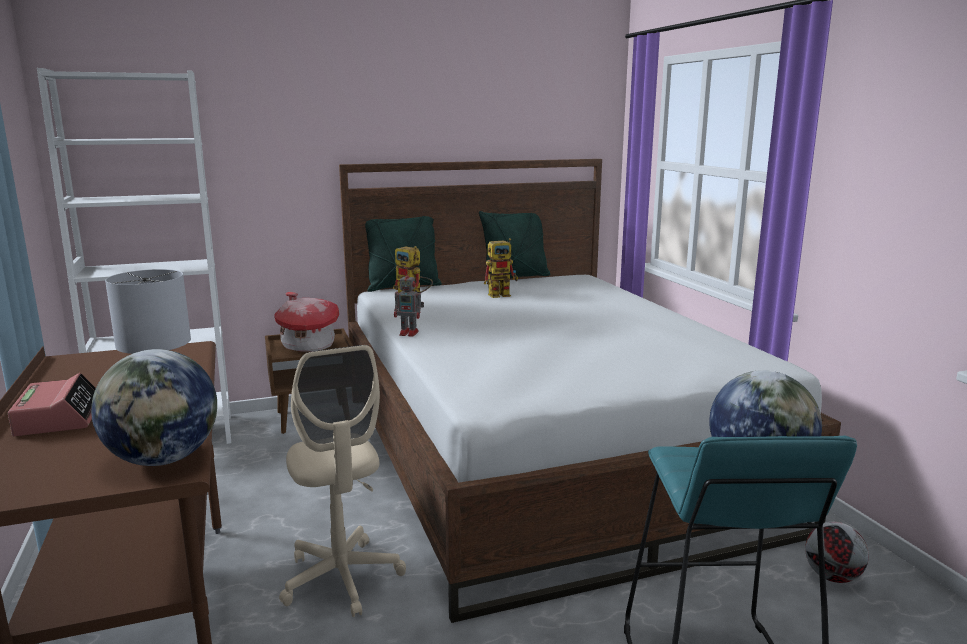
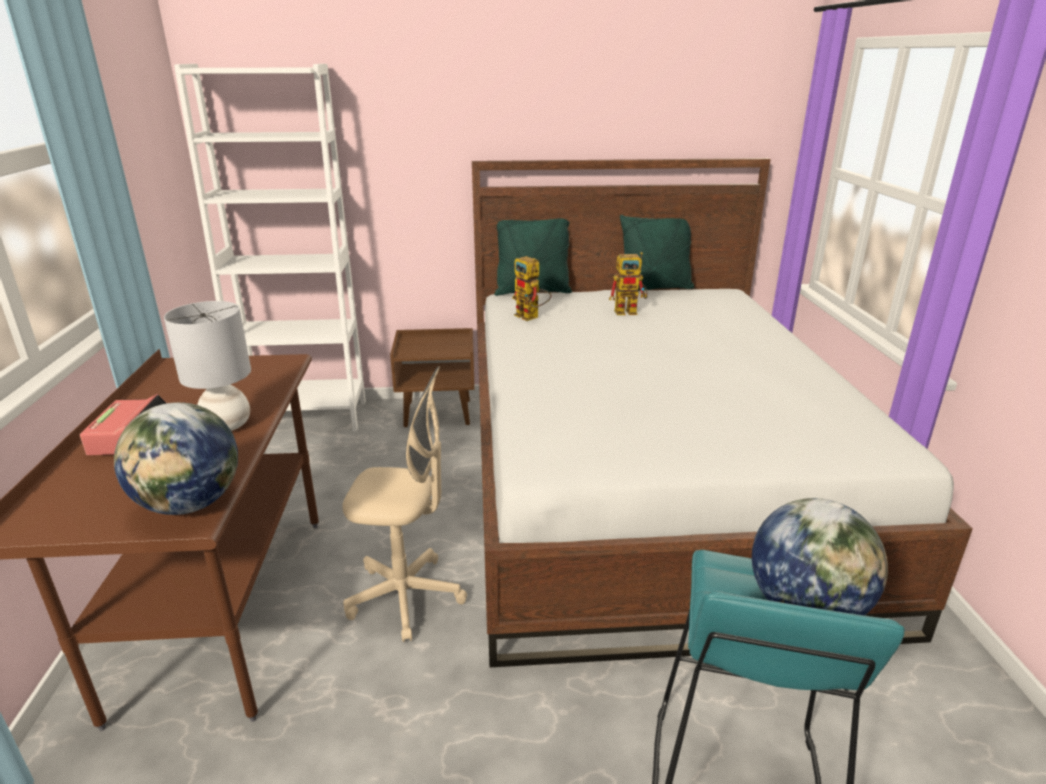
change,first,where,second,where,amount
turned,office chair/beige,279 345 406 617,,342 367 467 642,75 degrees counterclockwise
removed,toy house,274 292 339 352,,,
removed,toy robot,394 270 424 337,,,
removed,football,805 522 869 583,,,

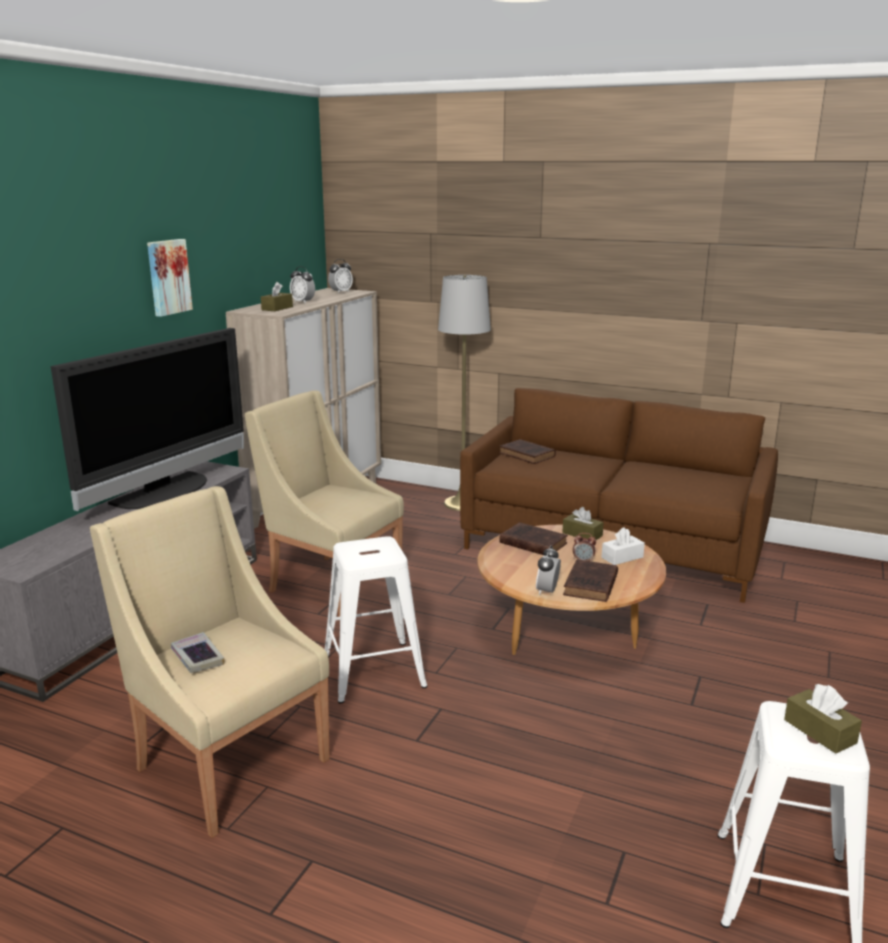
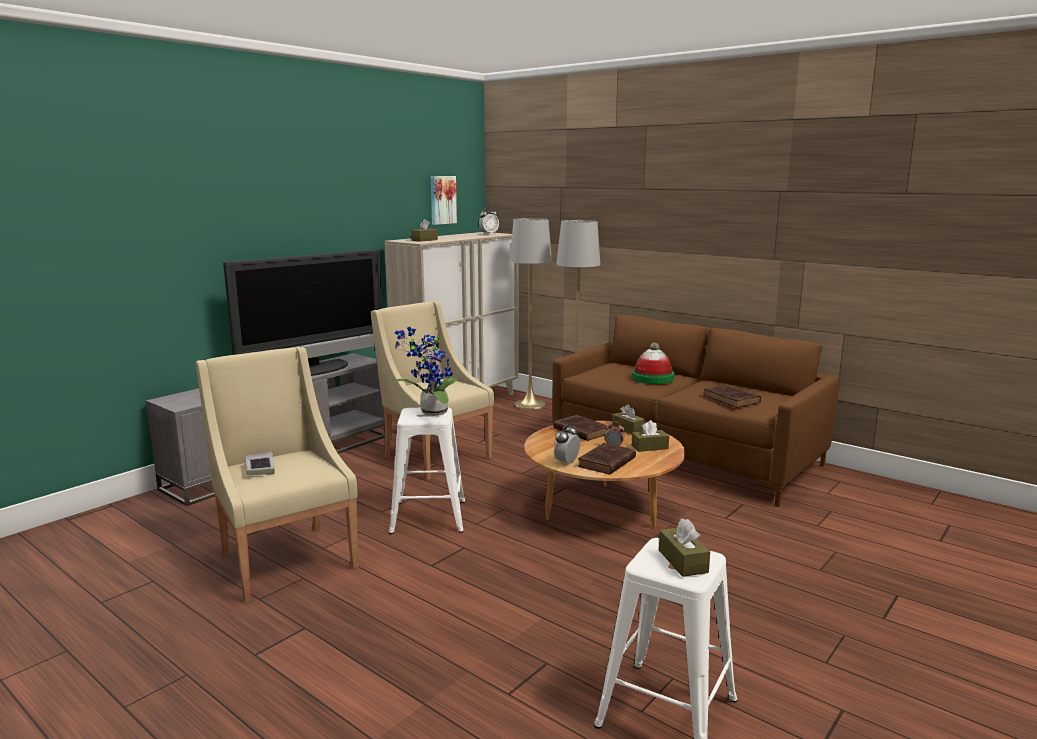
change,first,where,second,where,amount
added,,,potted plant,391 326 458 416,
moved,picture,147 239 193 317,,431 176 457 225,
added,,,floor lamp/grey,510 218 552 410,
added,,,hat,632 342 674 384,
recoloured,tissue box/white,601 527 645 565,tissue box/brown,632 420 669 452,
moved,book/brown,499 439 556 464,,704 385 761 408,
removed,alarm clock,290 266 315 304,,,

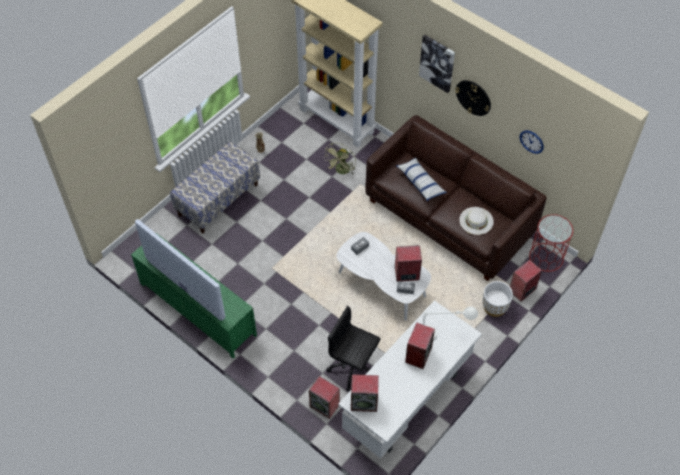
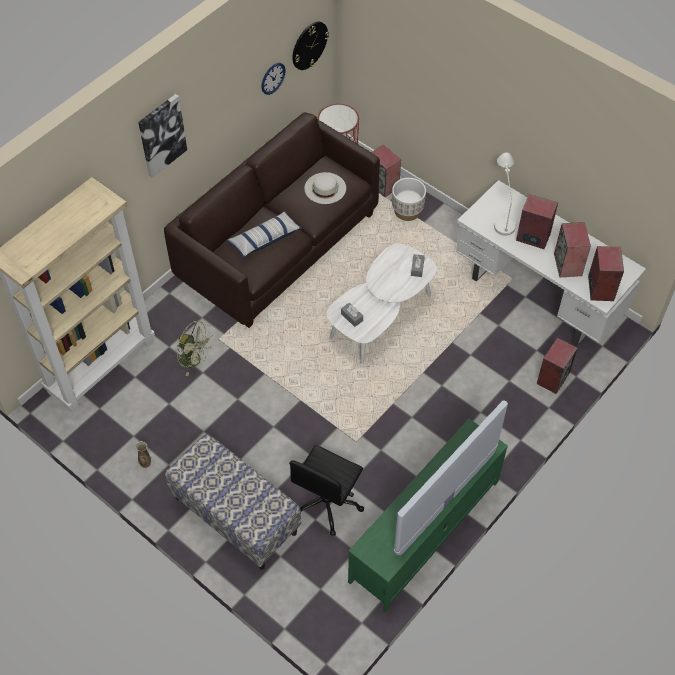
change,first,where,second,where,amount
moved,office chair/black,327 306 380 391,,289 445 364 536,
moved,wall clock,455 80 491 116,,292 22 329 70,
moved,speaker,395 245 422 282,,554 222 591 278,

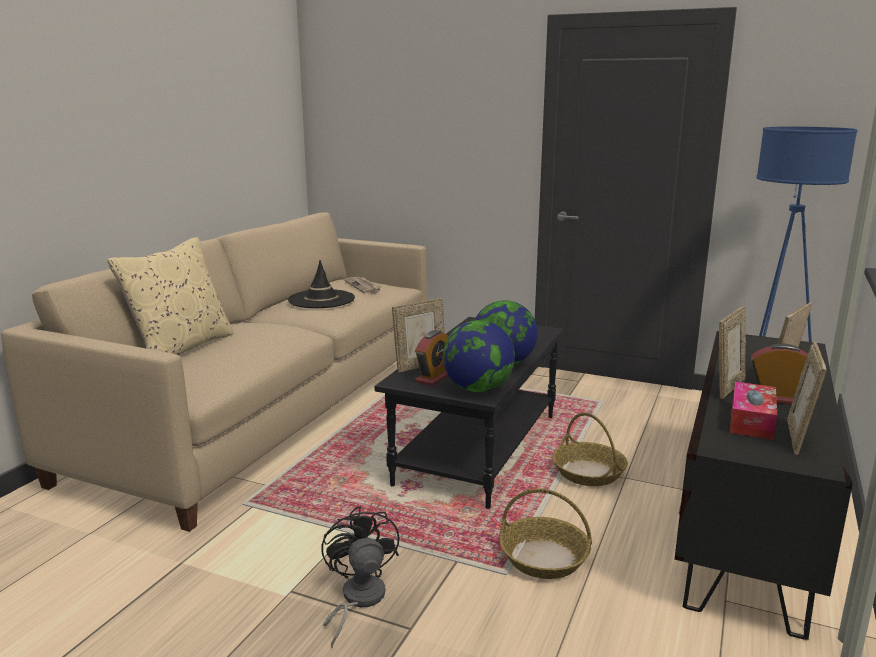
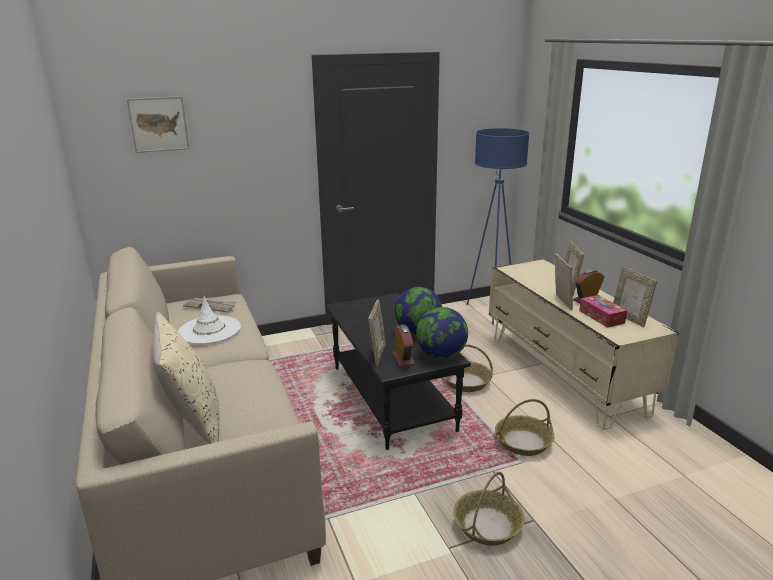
change,first,where,second,where,amount
added,,,picture,127 96 189 153,
recoloured,hat/black,288 260 355 308,hat/white,178 296 241 344,
replaced,fan/black,322 506 400 647,basket,454 472 525 546,
recoloured,tv stand/black,675 331 853 640,tv stand/beige,489 259 679 430,

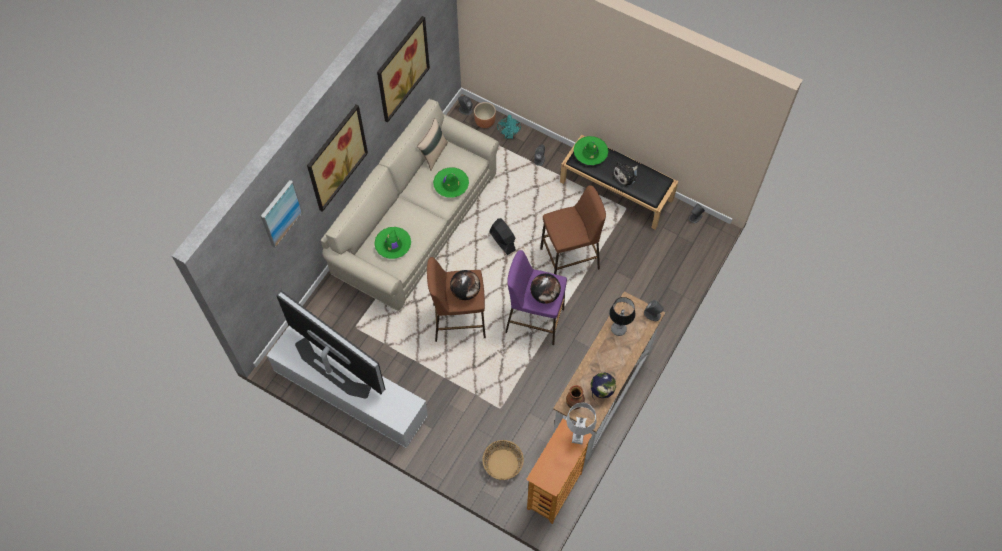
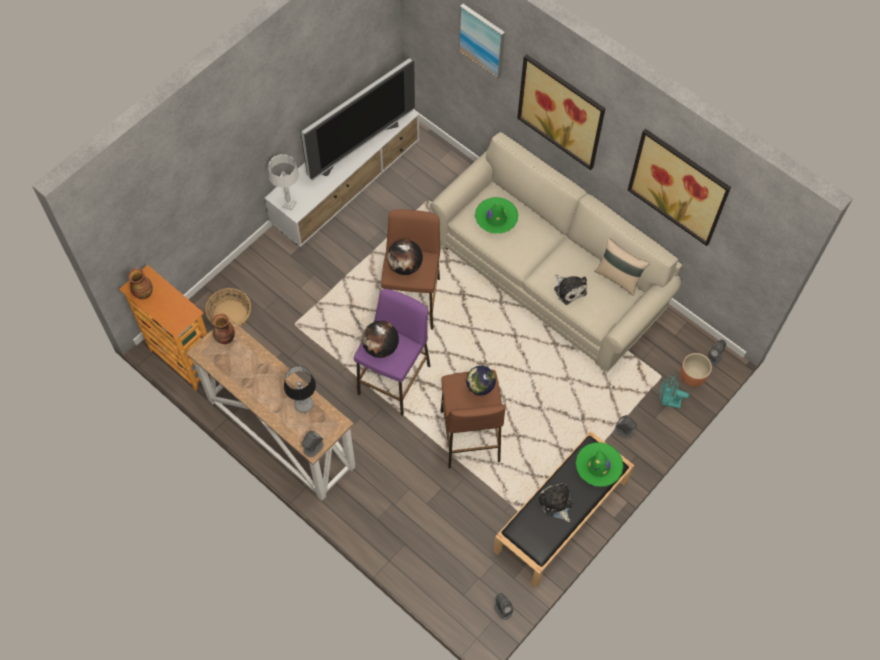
change,first,where,second,where,amount
added,,,vase,128 269 153 299,
moved,table lamp/grey,566 402 597 444,,268 154 299 211,
moved,globe,590 373 616 400,,466 365 496 397,
replaced,hat/green,433 167 469 198,plush toy,554 275 587 305,
removed,fan/black,490 218 516 255,,,

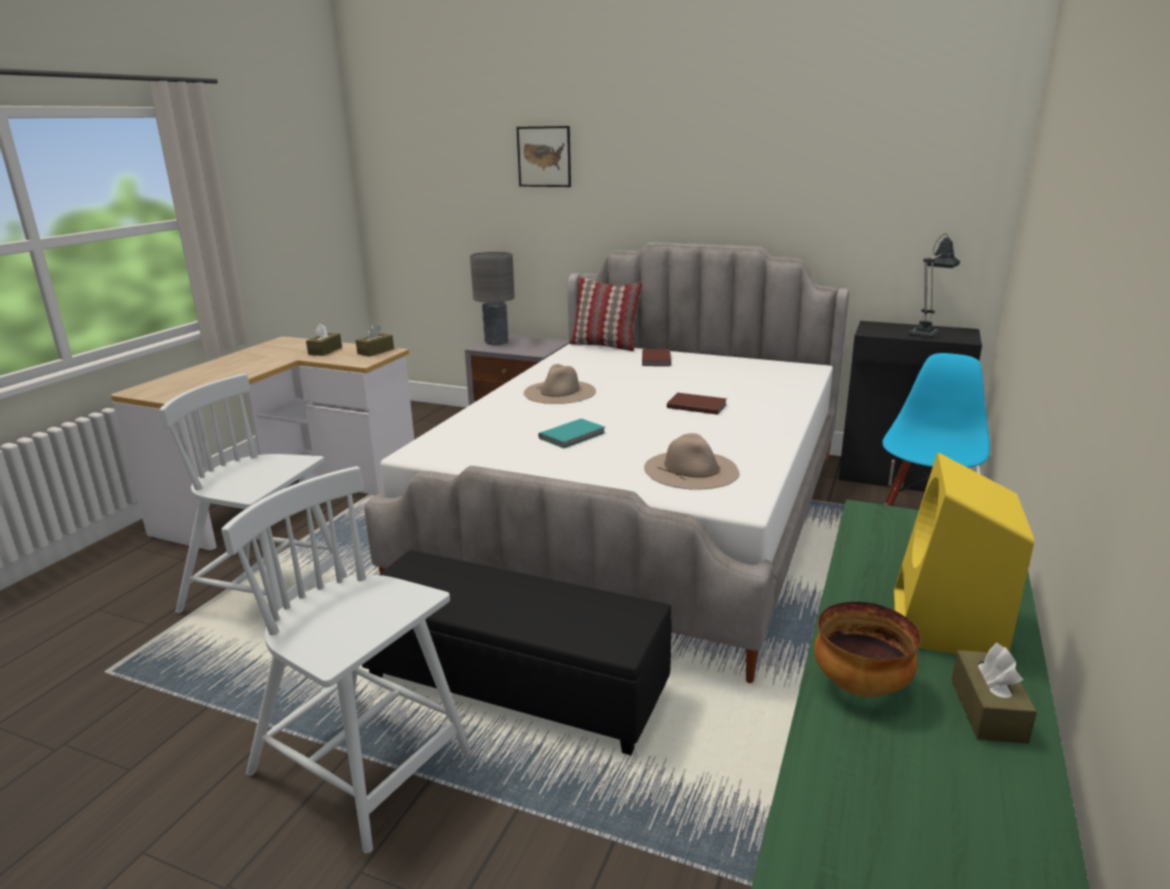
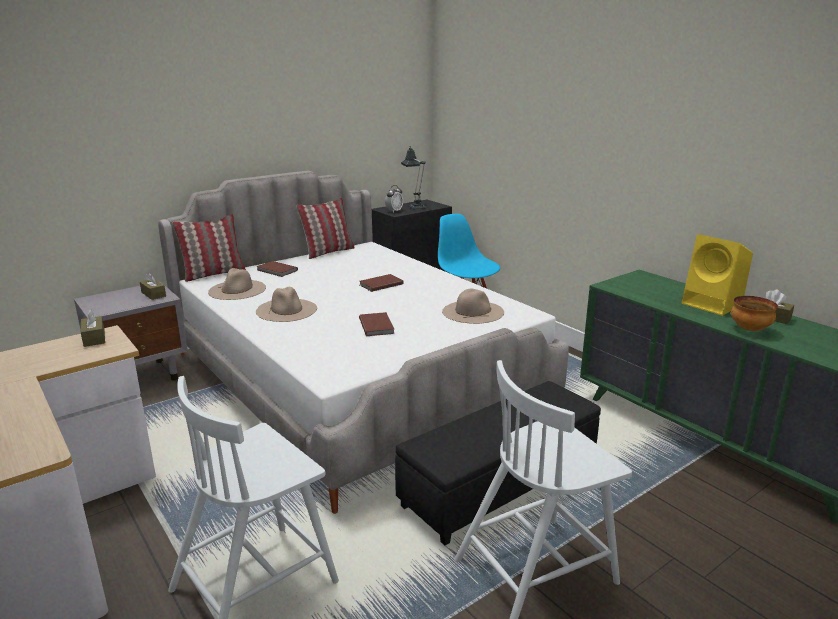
change,first,where,second,where,amount
moved,tissue box/brown,306 323 342 356,,140 273 166 300,
added,,,hat/beige,208 268 266 300,
added,,,pillow,296 197 355 259,
recoloured,book/turquoise,538 418 605 449,book/brown,359 312 395 336,
added,,,alarm clock,385 185 403 213,
removed,table lamp/grey,470 252 515 345,,,
removed,picture,516 126 571 187,,,

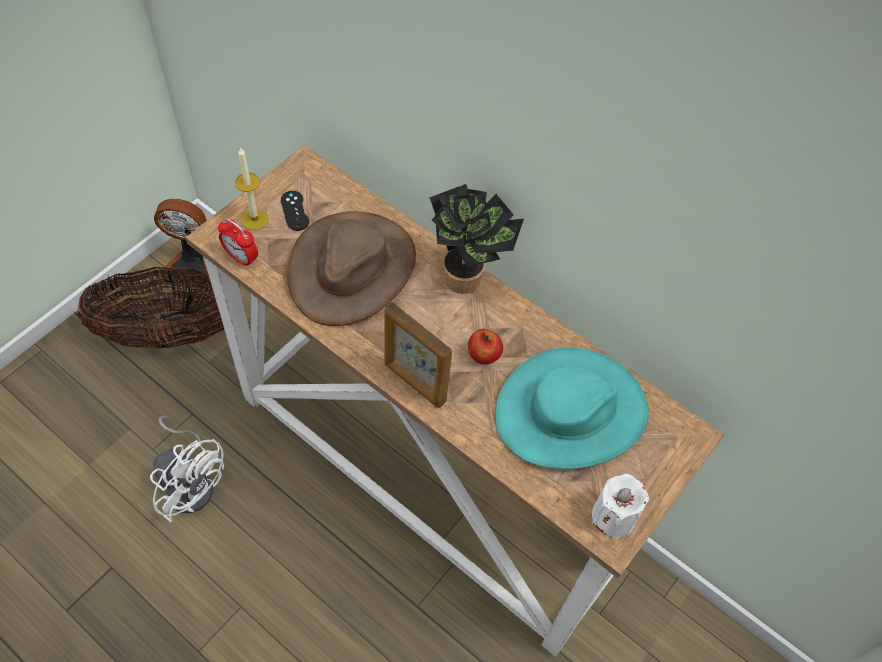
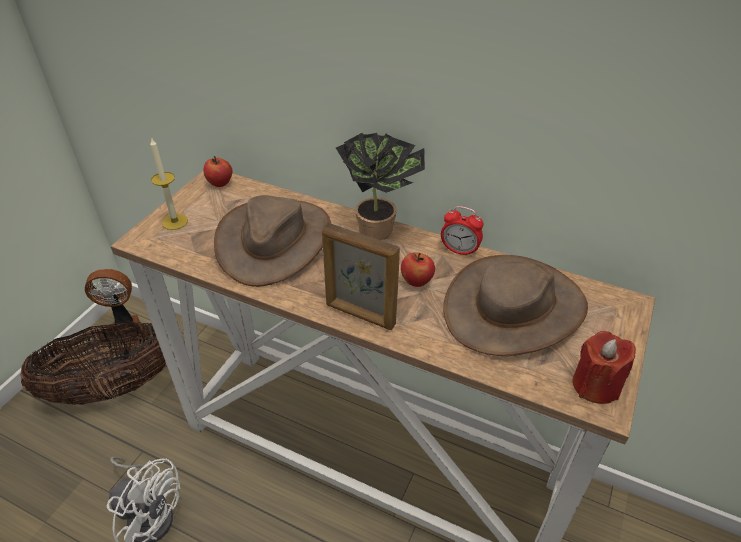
change,first,where,second,where,amount
added,,,apple,203 156 232 187,
moved,alarm clock,218 218 258 268,,441 206 484 257,
recoloured,hat/turquoise,495 347 649 469,hat/brown,443 255 588 356,
recoloured,candle/white,592 474 649 538,candle/red,572 331 636 404,
removed,game controller/black,281 191 309 231,,,

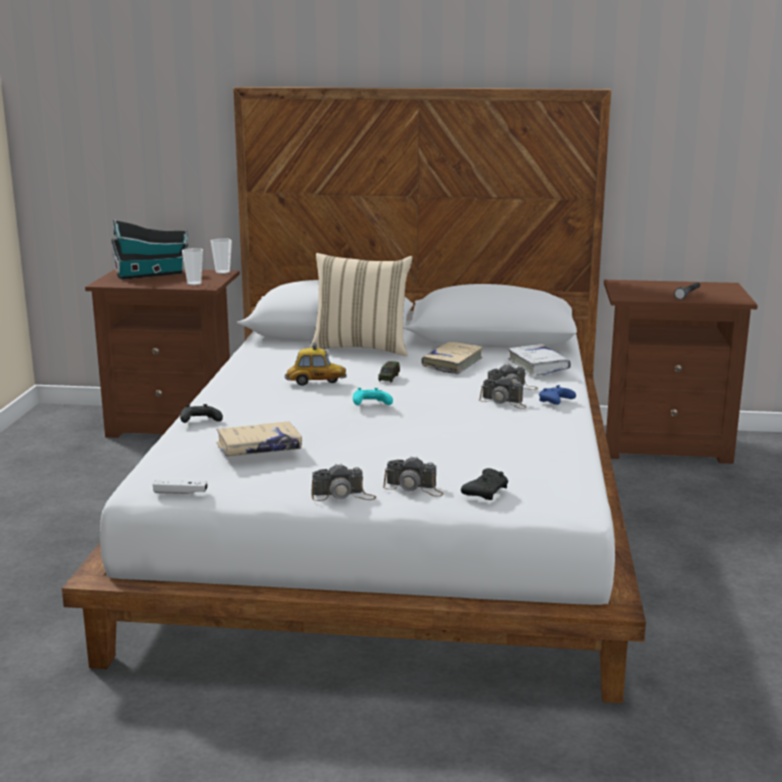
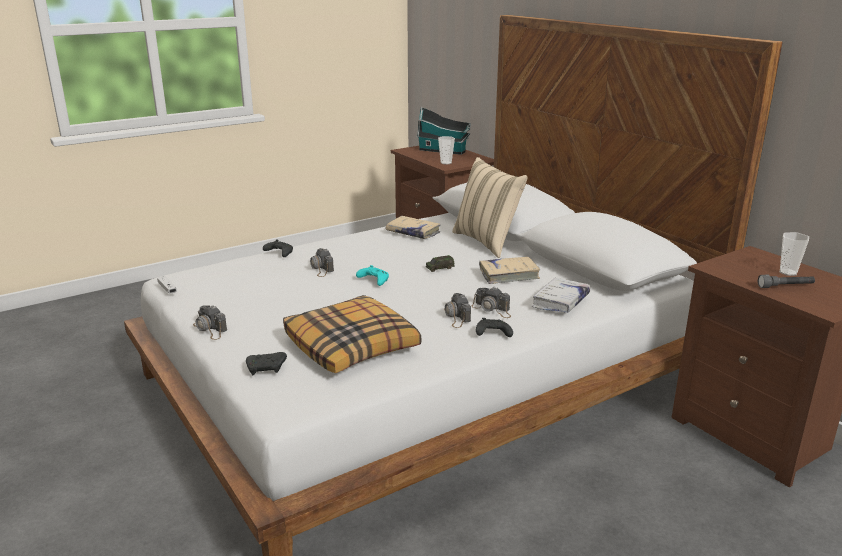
change,first,where,second,where,amount
added,,,pillow,283 295 421 373,
moved,photo camera,383 456 444 497,,310 248 334 277,
moved,book/beige,216 422 302 456,,385 216 441 239,
recoloured,game controller/blue,539 385 576 405,game controller/black,476 318 513 337,
moved,cup,211 238 232 274,,780 232 809 276,
removed,toy car,285 343 347 386,,,

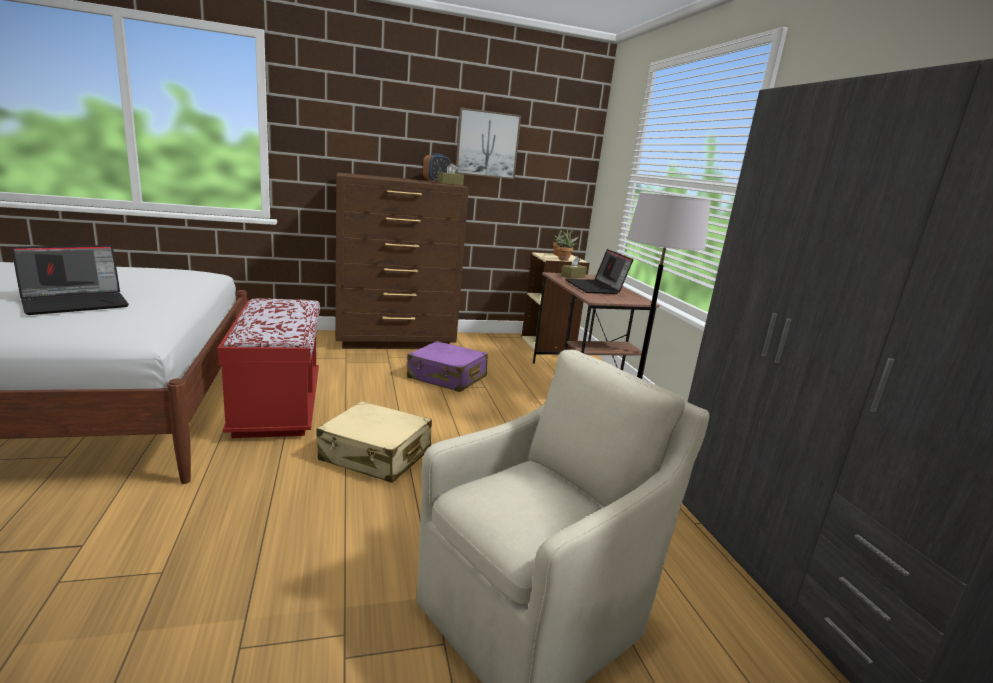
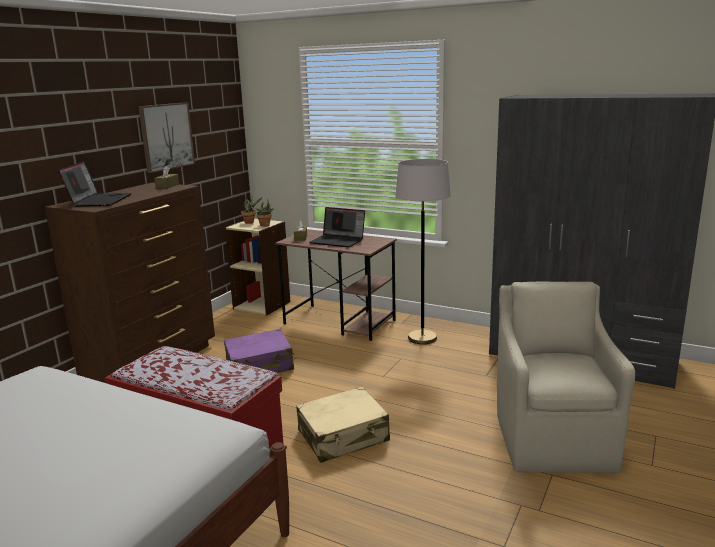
change,first,where,second,where,amount
moved,laptop,11 245 129 315,,58 161 132 207,
removed,alarm clock,423 153 451 182,,,

